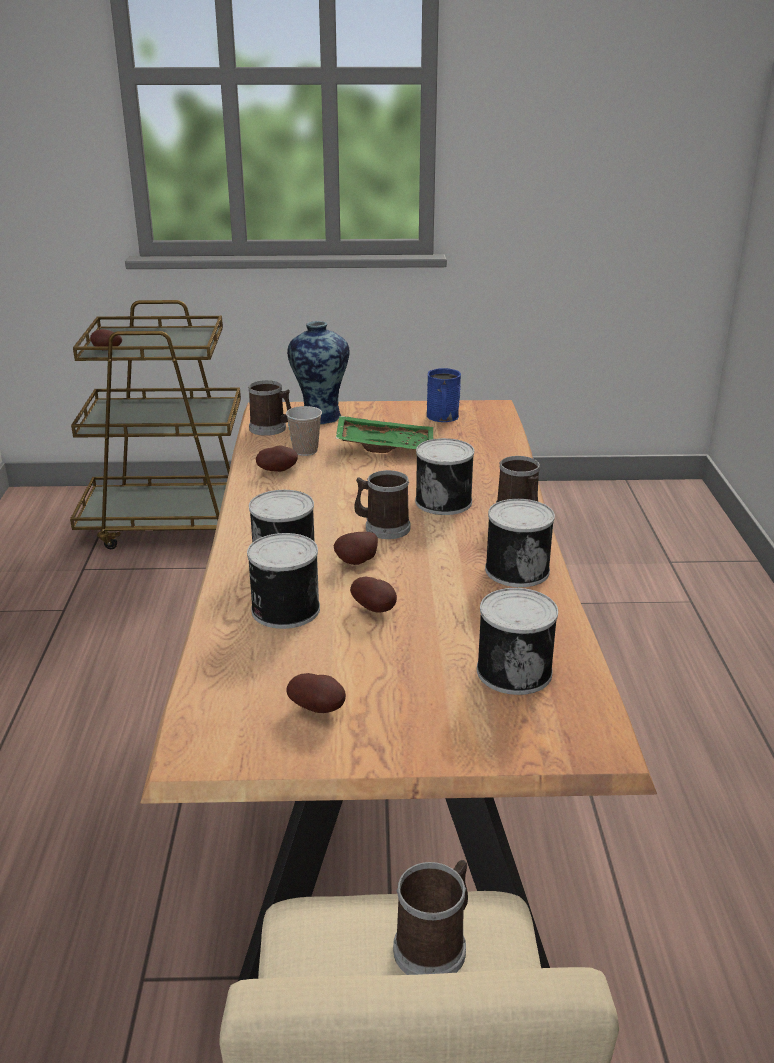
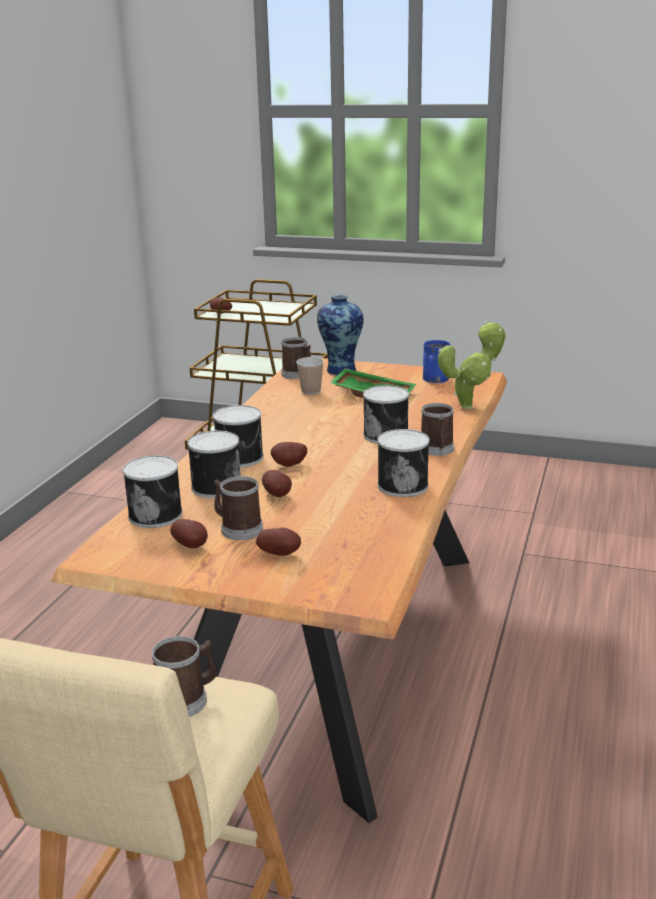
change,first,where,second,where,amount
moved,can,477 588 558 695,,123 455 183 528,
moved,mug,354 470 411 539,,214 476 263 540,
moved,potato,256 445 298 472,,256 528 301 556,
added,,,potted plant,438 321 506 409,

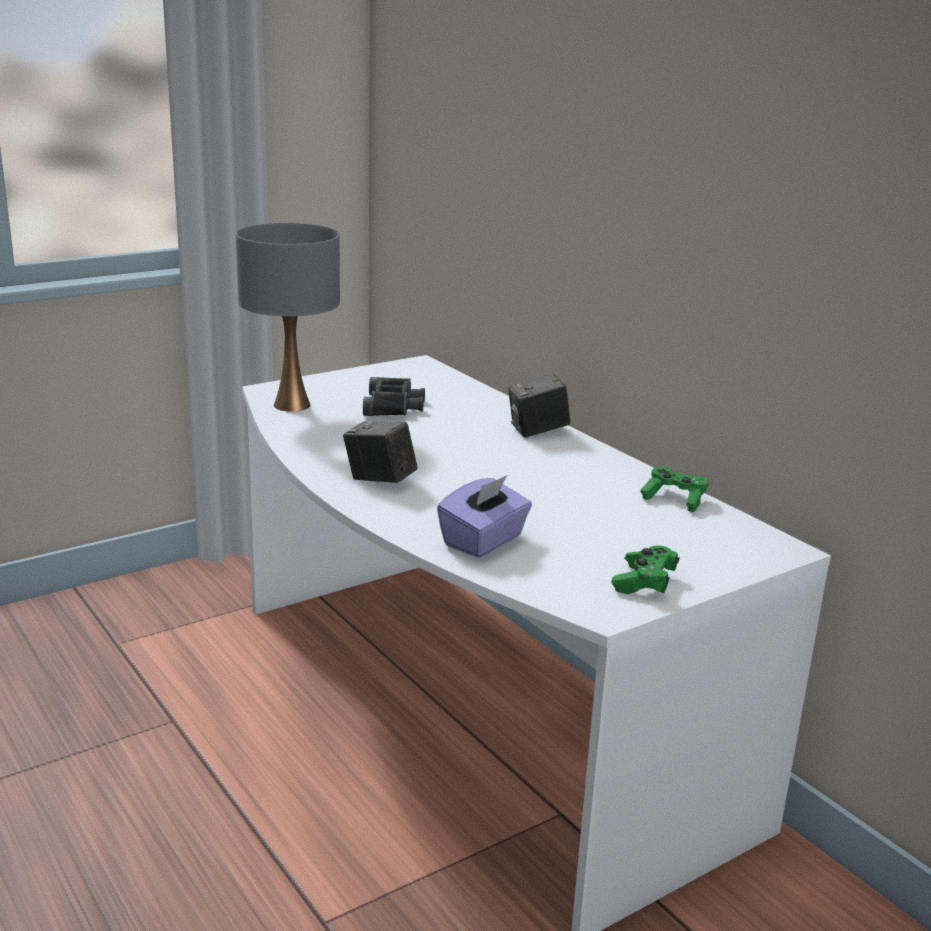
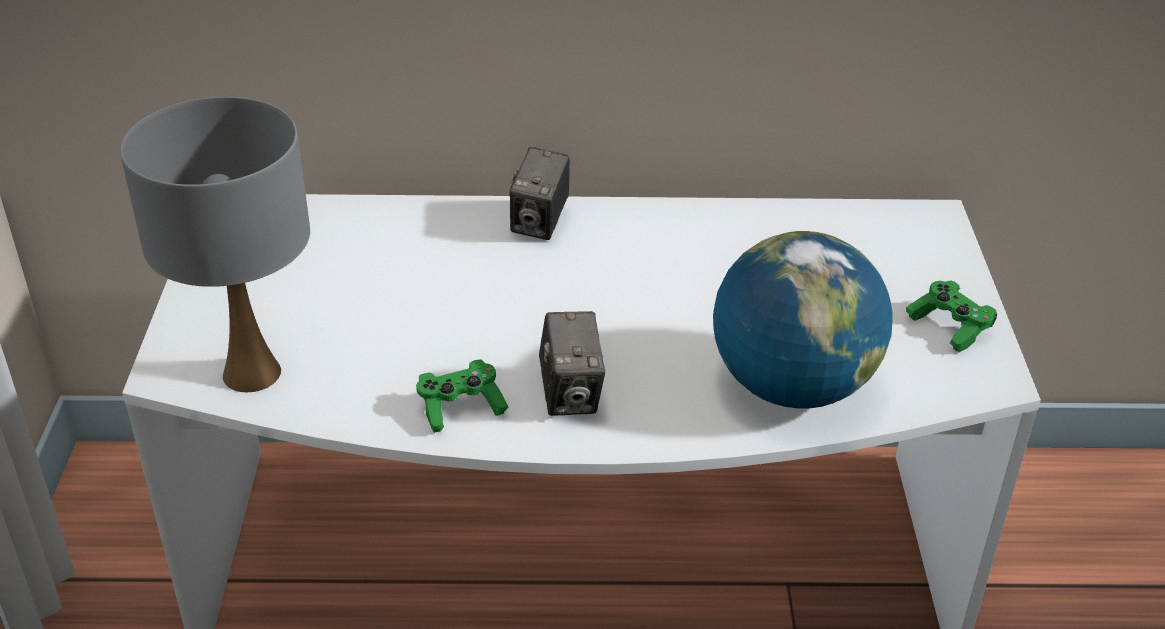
change,first,where,second,where,amount
moved,game controller/green,640 467 709 512,,416 360 508 433,
turned,photo camera,343 421 417 483,,539 311 605 416,75 degrees counterclockwise
replaced,tissue box/purple,437 475 532 558,globe,713 231 892 408,
removed,binoculars/black,363 377 425 416,,,

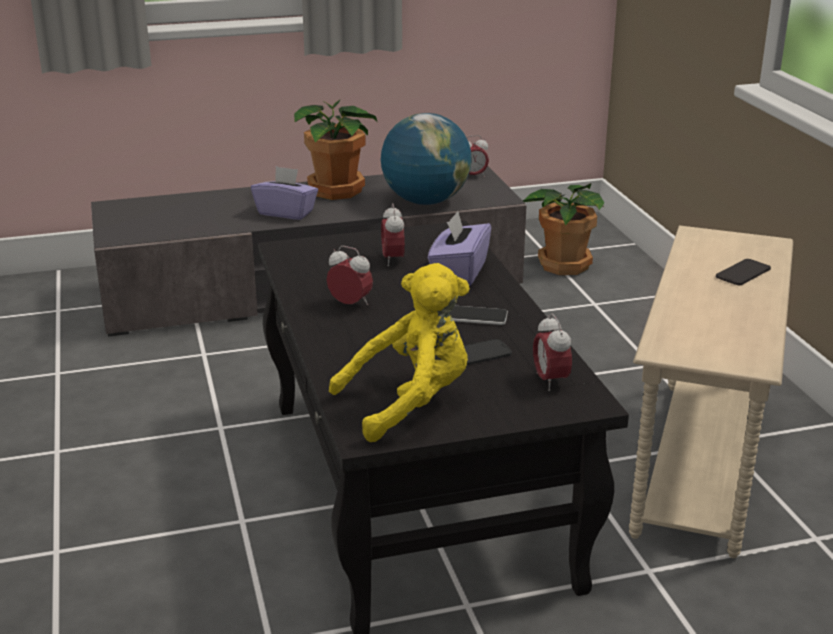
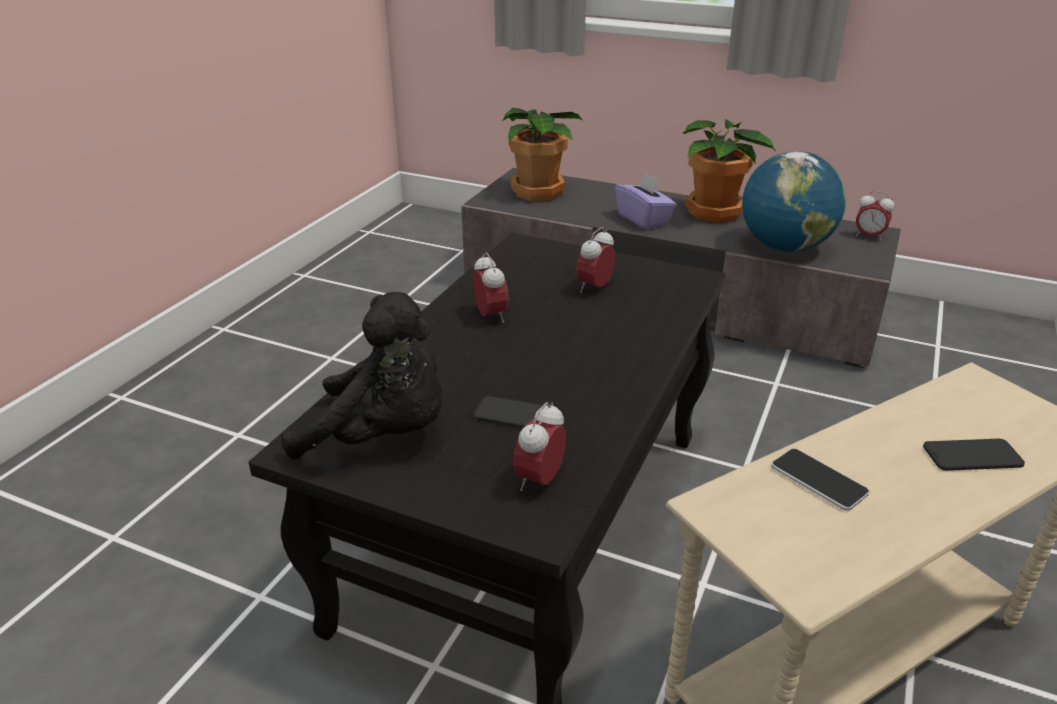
change,first,where,second,where,amount
recoloured,plush toy/yellow,329 263 470 442,plush toy/black,281 292 442 460,
moved,potted plant,522 183 605 275,,503 108 583 202,
moved,phone,449 306 508 325,,771 448 869 511,
removed,tissue box/purple,428 211 491 286,,,

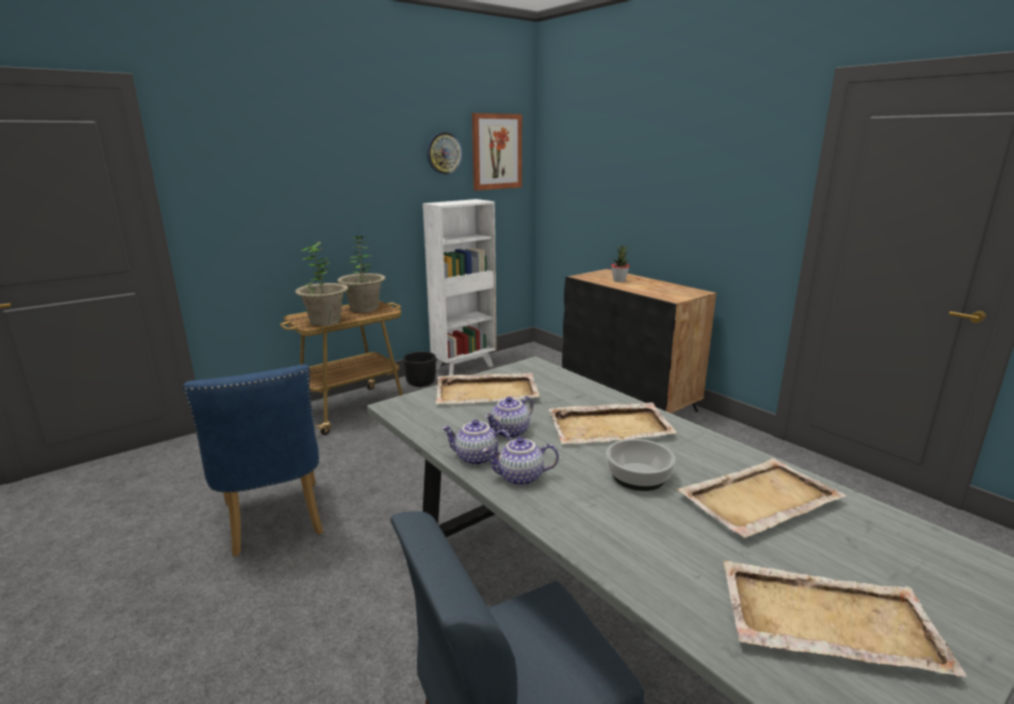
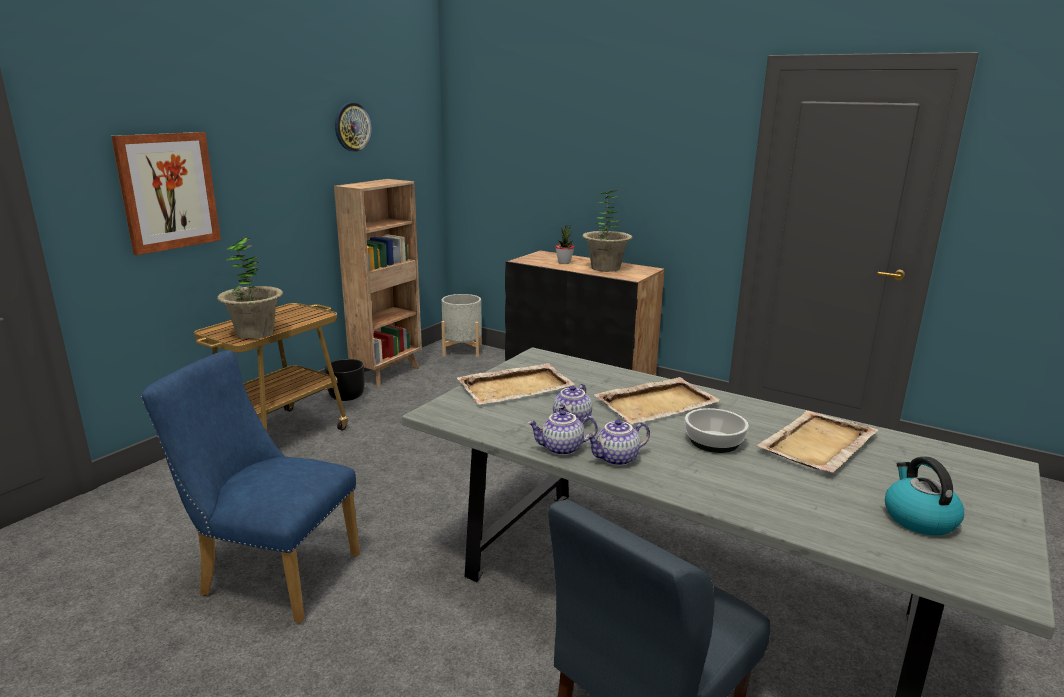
change,first,where,second,where,amount
moved,picture,472 113 522 191,,111 132 221 255,
turned,chair/blue,183 364 323 557,,141 350 360 623,150 degrees clockwise
recoloured,bookcase/white,423 199 497 376,bookcase/brown,334 179 422 387,
added,,,planter/grey,441 294 482 357,
moved,potted plant,337 236 386 312,,582 191 632 272,
replaced,tray/beige,723 560 967 677,kettle,885 457 964 535,

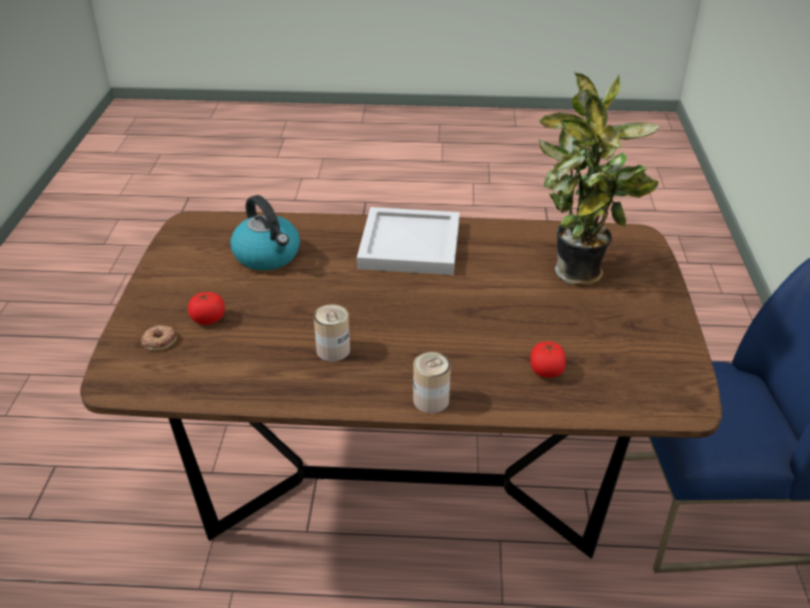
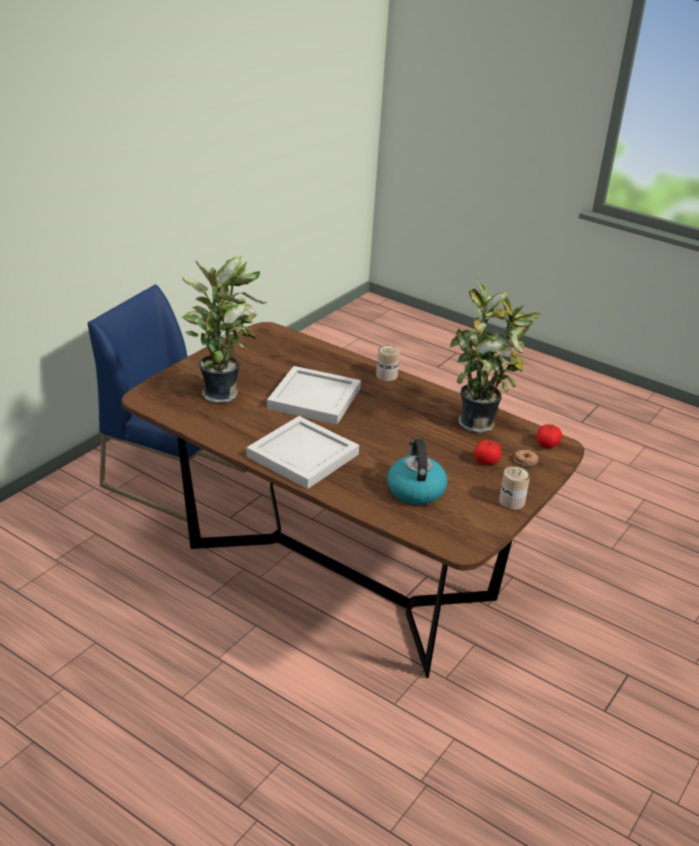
change,first,where,second,where,amount
added,,,tray/white,267 366 361 425,
added,,,potted plant,450 277 541 433,
moved,can,314 304 350 362,,499 466 530 510,
moved,tomato,530 341 566 378,,536 424 562 448,

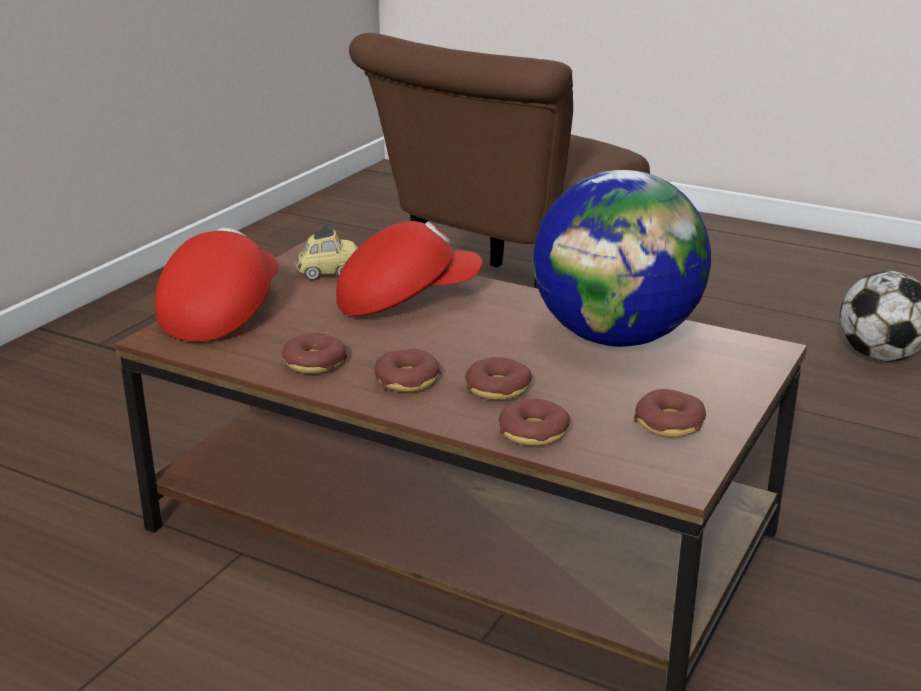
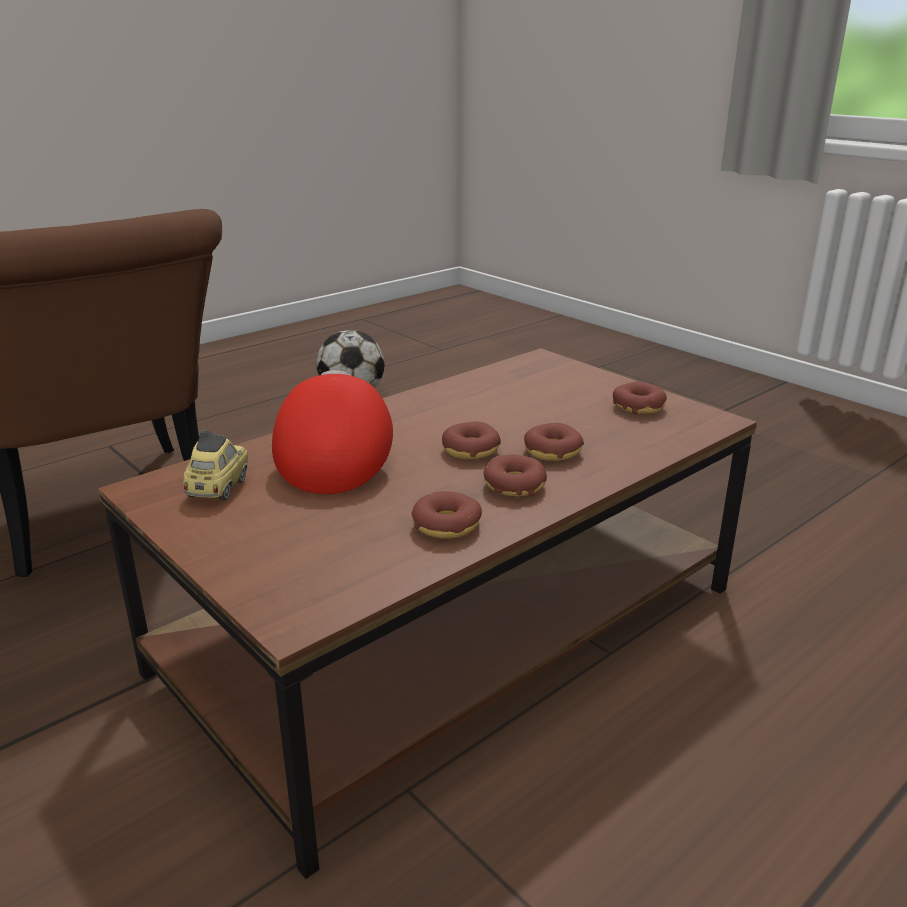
change,first,where,second,where,amount
moved,donut,499 398 570 446,,442 421 501 459,
removed,cap/red,155 228 279 342,,,
removed,globe,533 170 711 347,,,

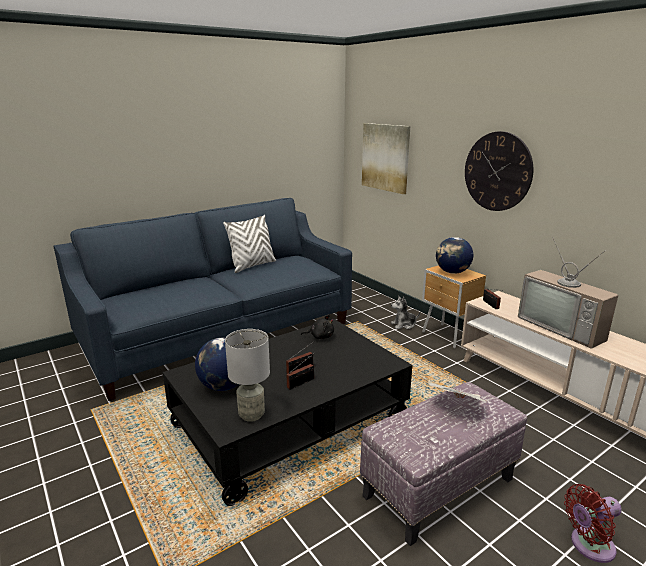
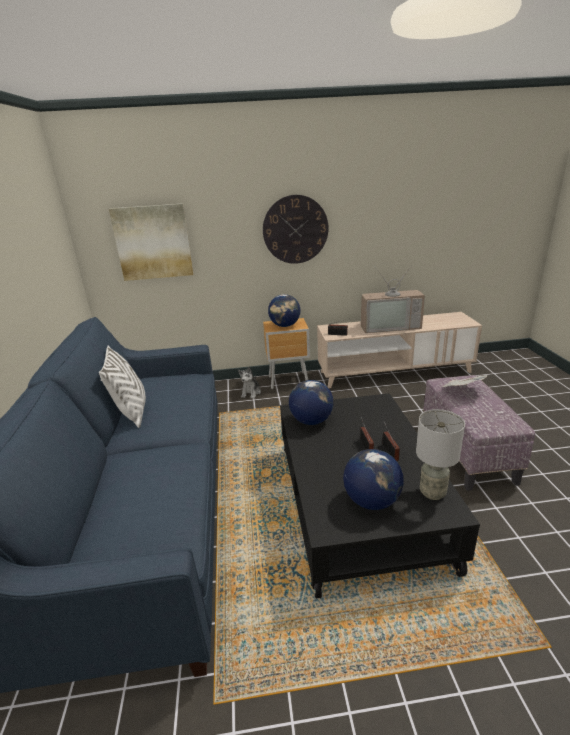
change,first,where,second,where,amount
replaced,plush toy/black,301 315 334 339,globe,289 380 334 425,
removed,fan/red,564 484 622 563,,,

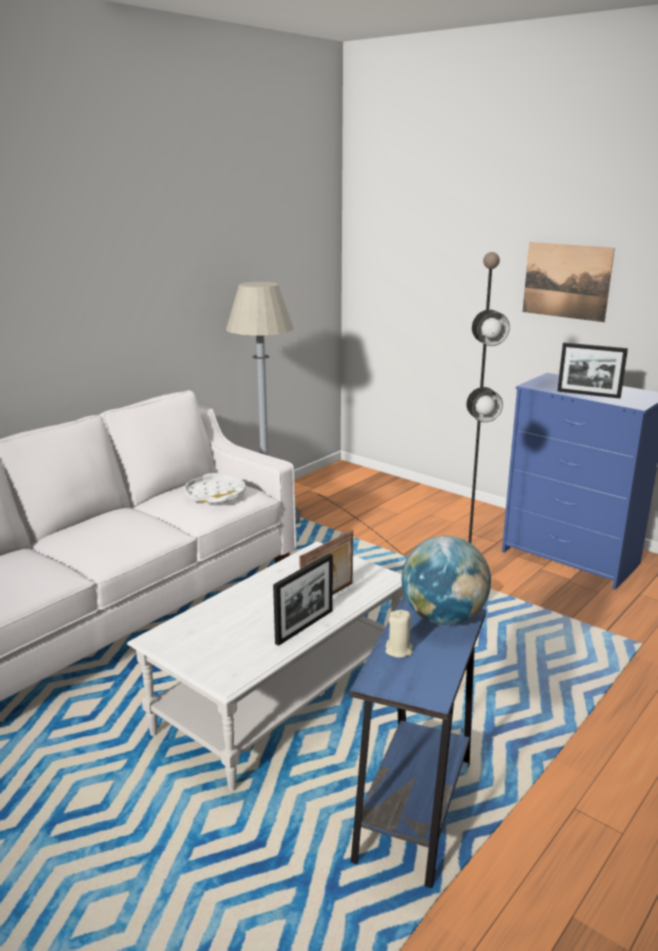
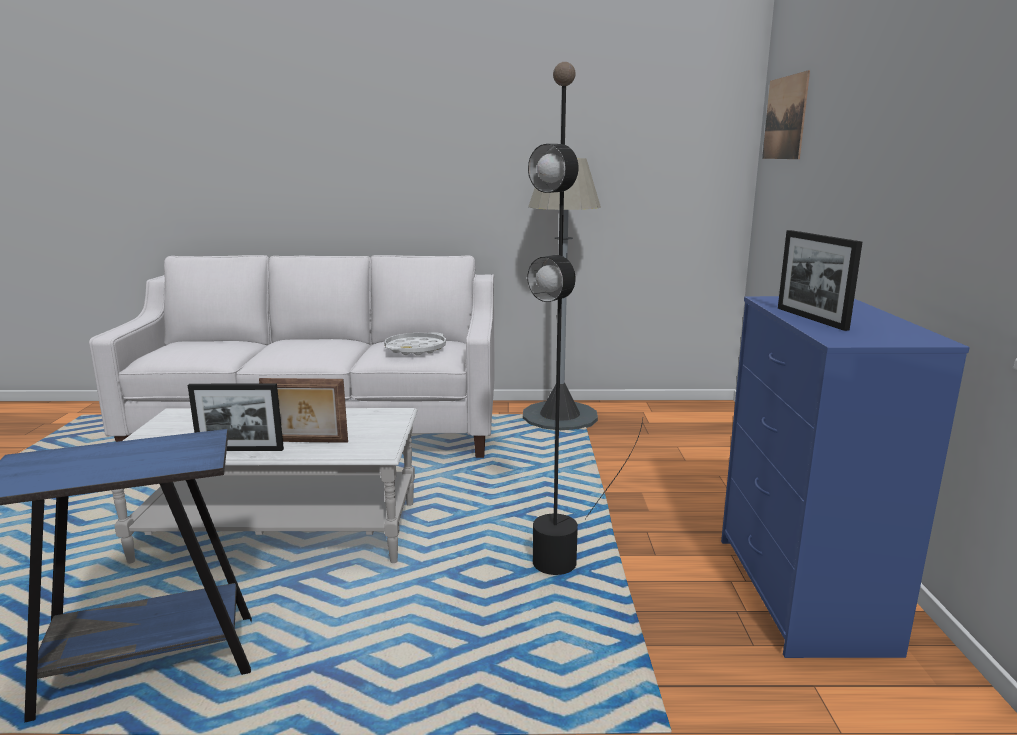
change,first,where,second,where,amount
moved,picture,523 242 615 322,,762 70 810 159,
removed,candle/beige,385 610 413 658,,,
removed,globe,401 536 491 625,,,

